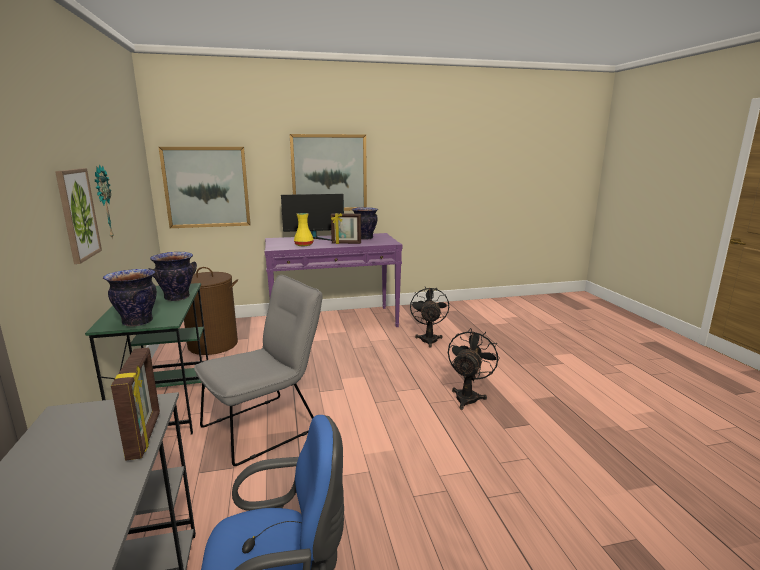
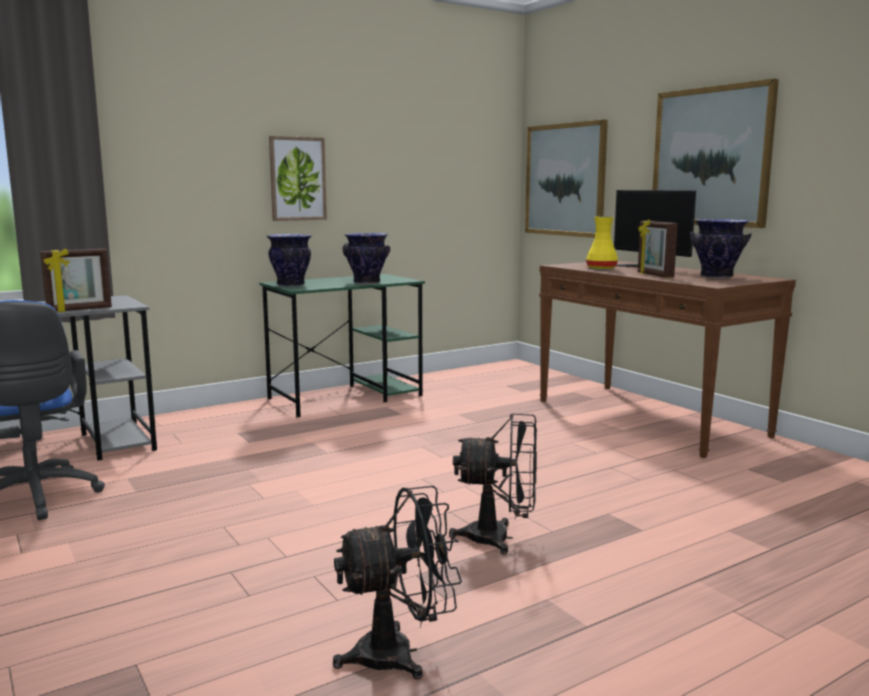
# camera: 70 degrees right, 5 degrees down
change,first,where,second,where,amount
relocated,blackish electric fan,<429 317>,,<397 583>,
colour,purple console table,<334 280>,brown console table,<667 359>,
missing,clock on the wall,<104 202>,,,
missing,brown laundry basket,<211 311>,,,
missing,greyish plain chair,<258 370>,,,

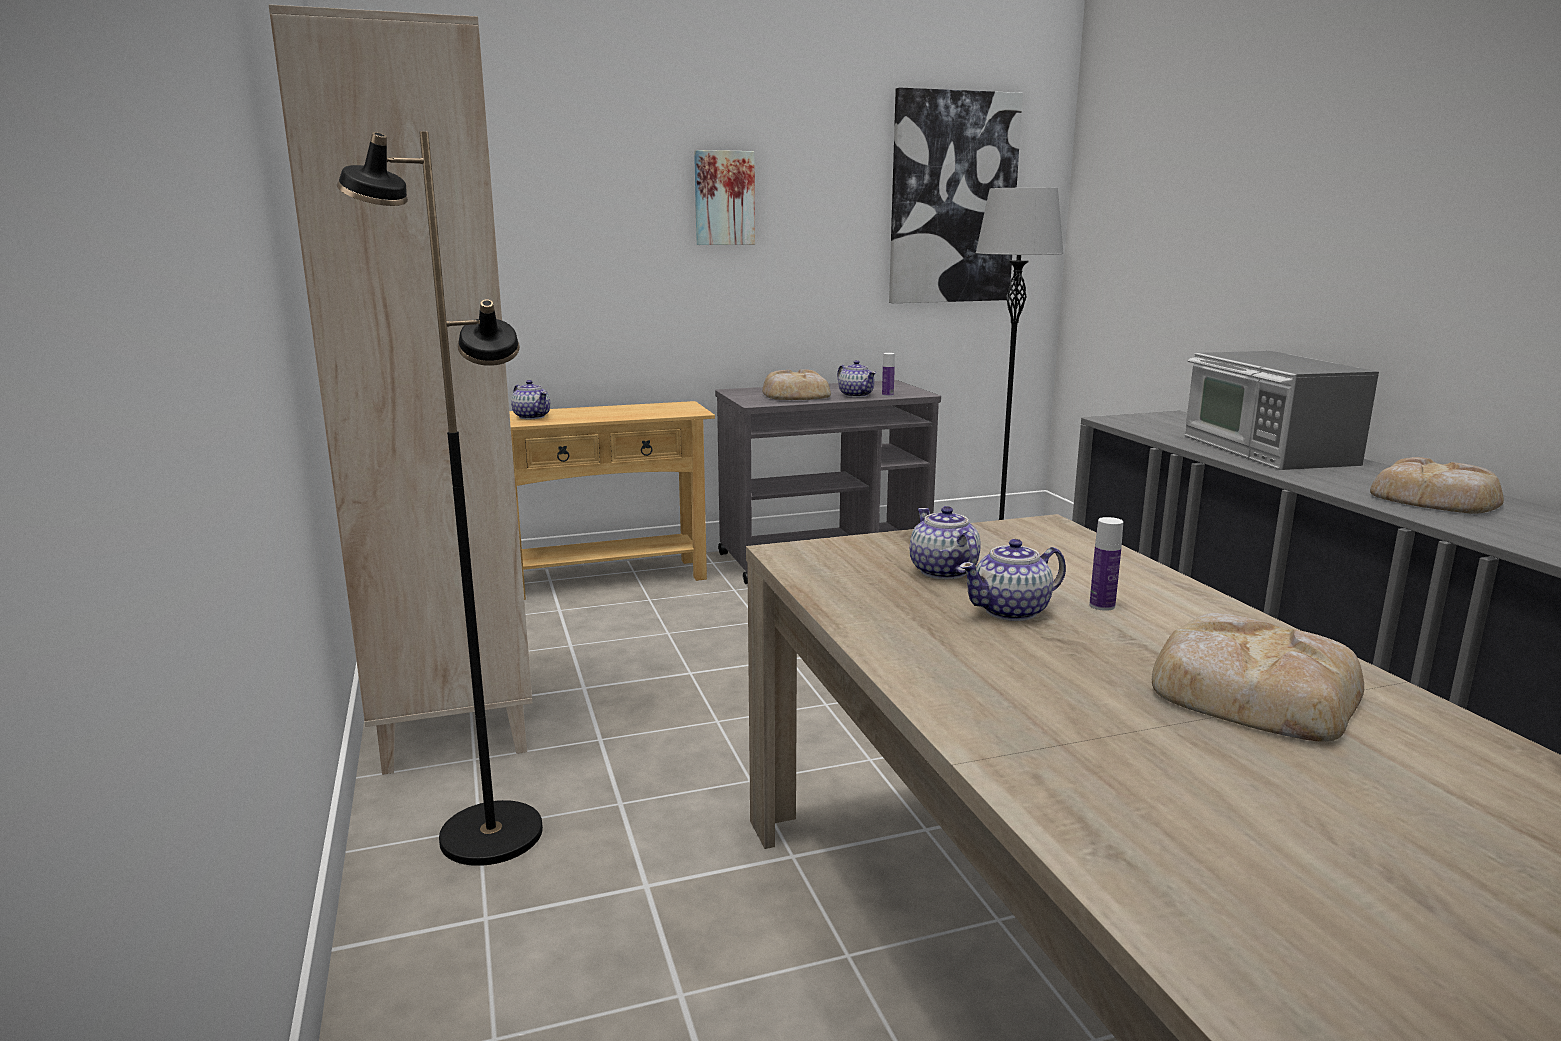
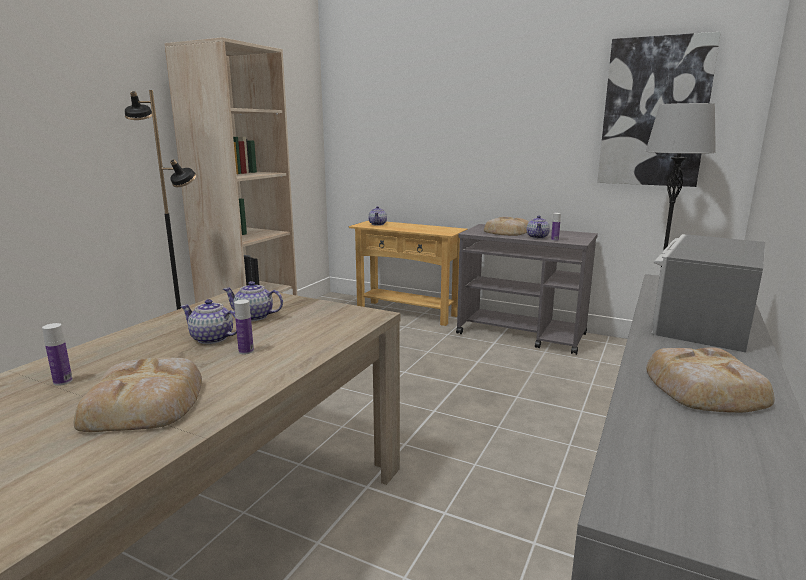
# camera: 45 degrees right, 0 degrees up
change,first,where,second,where,amount
appeared,,,drink bottle,<57 354>,
spun,teapot,<945 543>,,<253 301>,105 degrees counterclockwise
missing,wall art,<724 197>,,,

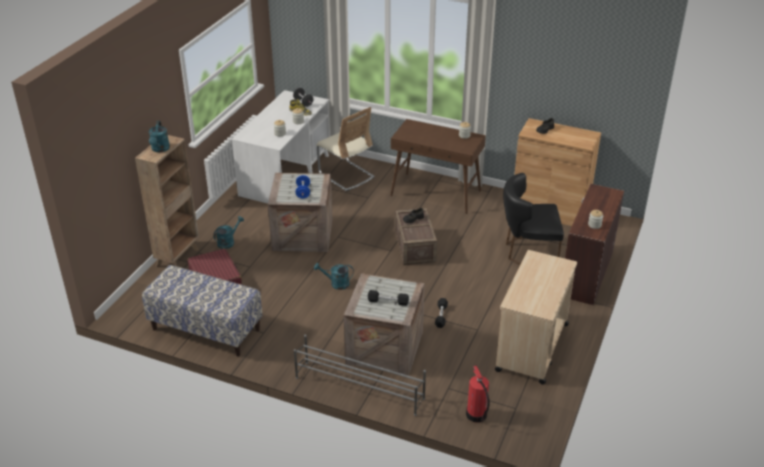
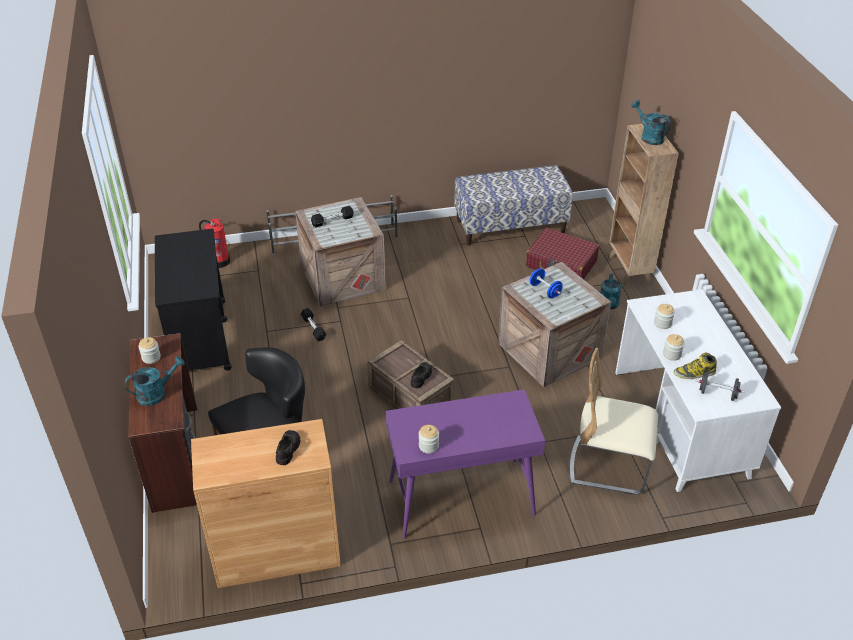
# camera: 145 degrees right, 5 degrees up
change,first,where,second,where,amount
relocated,turquoise sprinkling can,<334 276>,,<155 381>,
colour,beige-coloured cart,<536 317>,blackish cart,<193 300>,
colour,brown console table,<438 166>,purple console table,<465 464>,

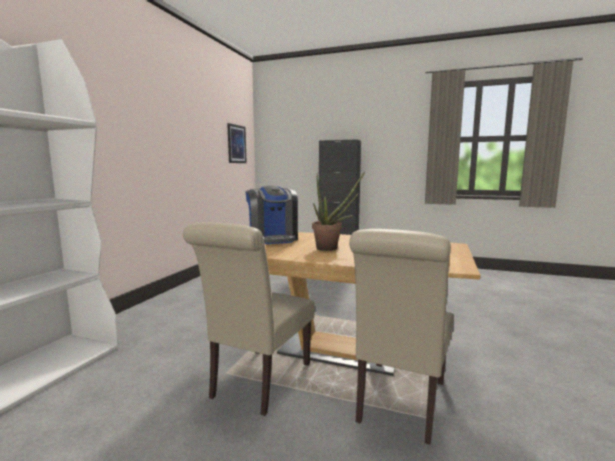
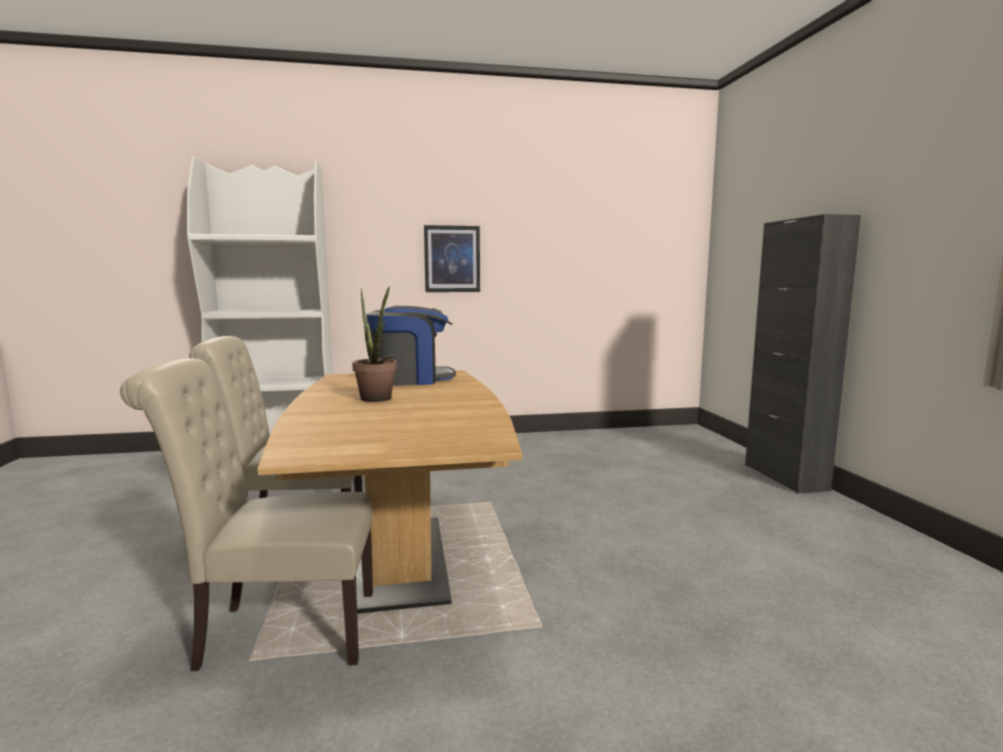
# camera: 60 degrees right, 0 degrees up
change,first,where,second,where,amount
spun,coffee machine,<271 214>,,<411 346>,150 degrees counterclockwise
relocated,wall art,<237 143>,,<452 258>,

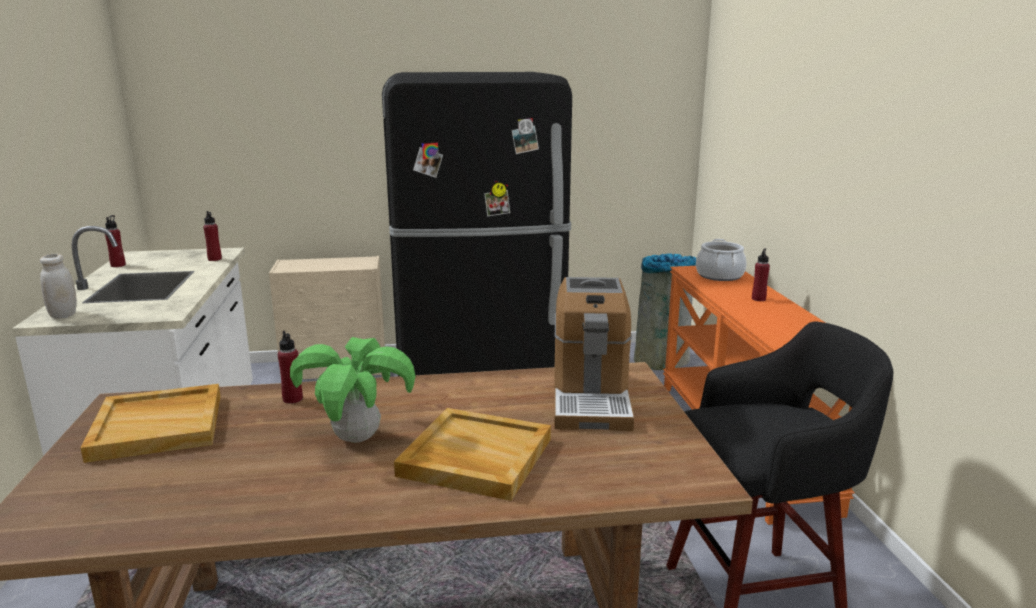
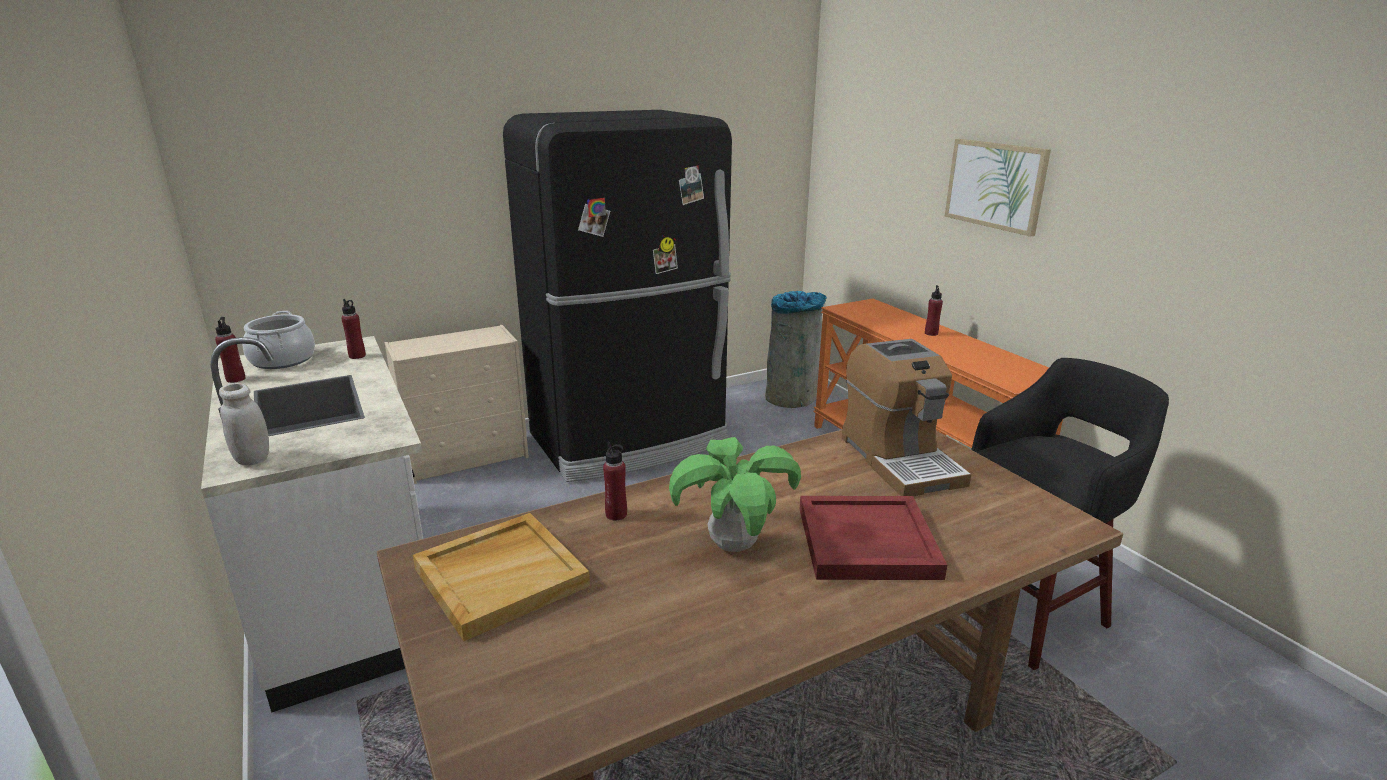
# camera: 20 degrees left, 5 degrees up
change,first,where,second,where,amount
relocated,saucepot,<721 260>,,<278 340>,
colour,beige-coloured carrying tray,<472 454>,red carrying tray,<873 538>,
appeared,,,wall art,<998 188>,

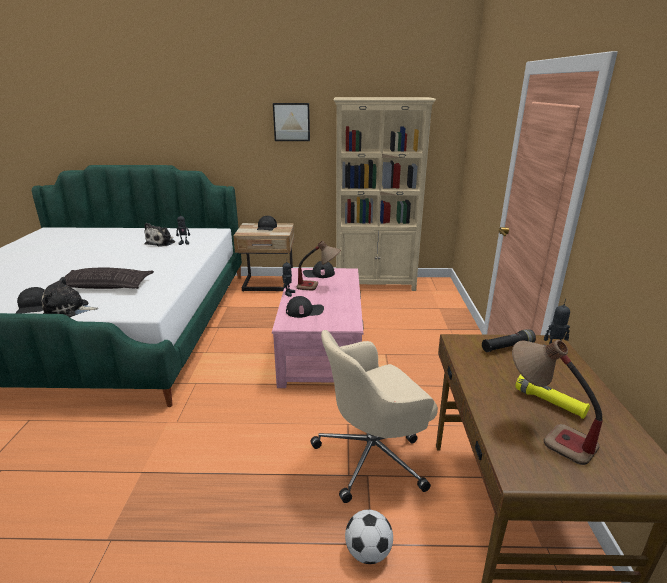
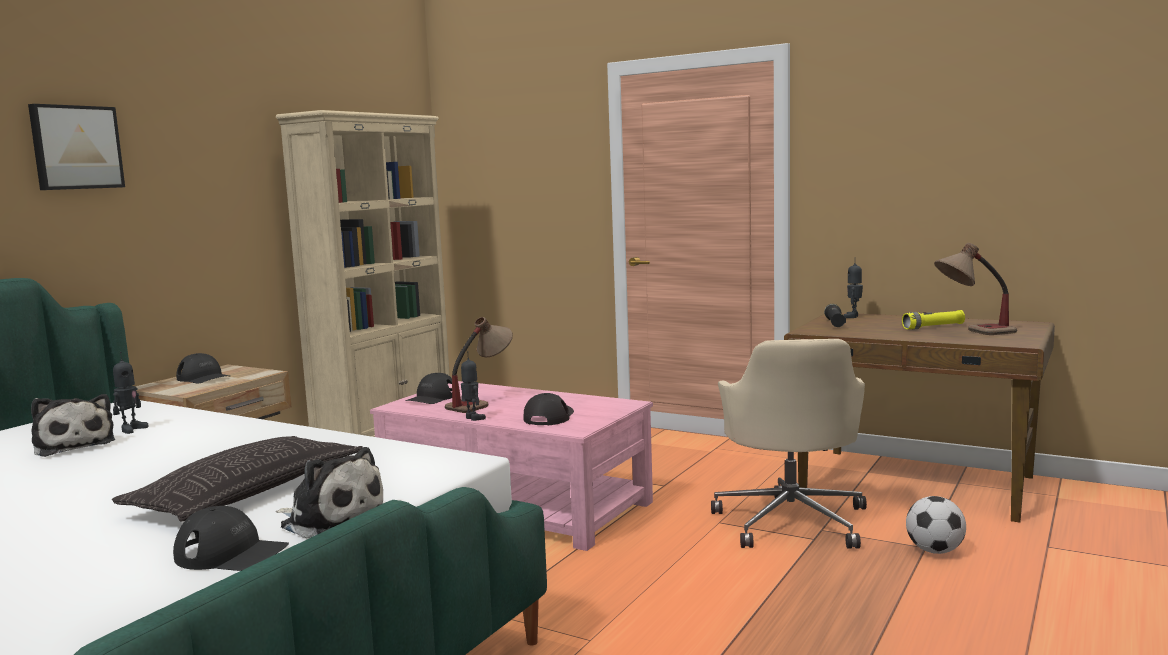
# camera: 60 degrees left, 15 degrees down
change,first,where,second,where,amount
relocated,wall art,<291 122>,,<76 147>,
spun,soft toy,<69 297>,,<329 492>,90 degrees counterclockwise

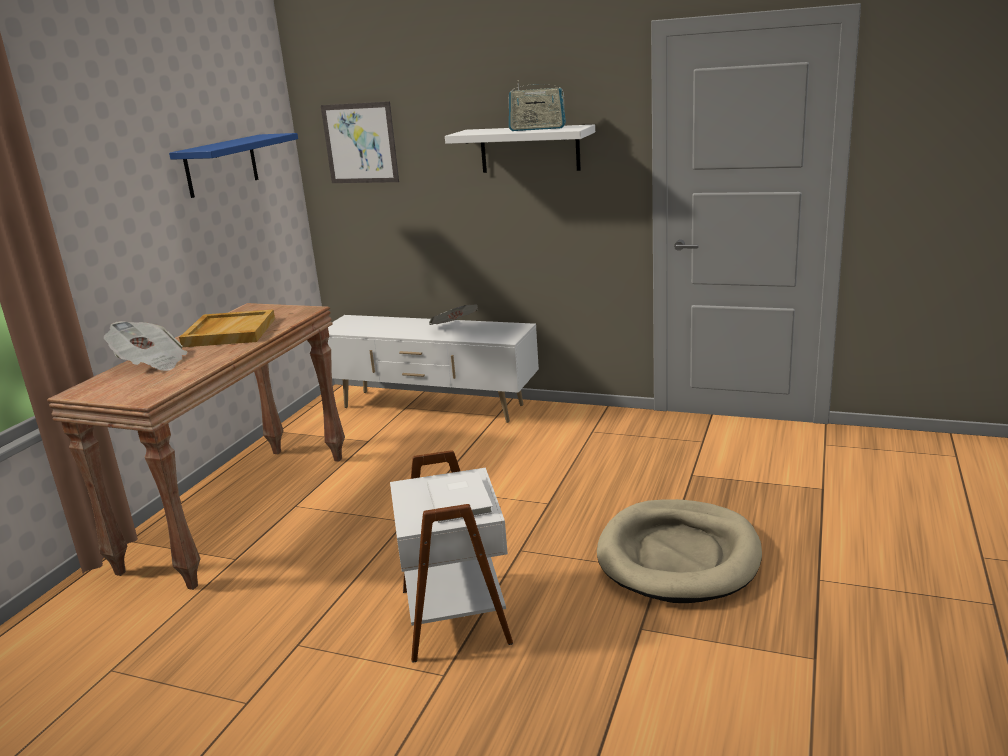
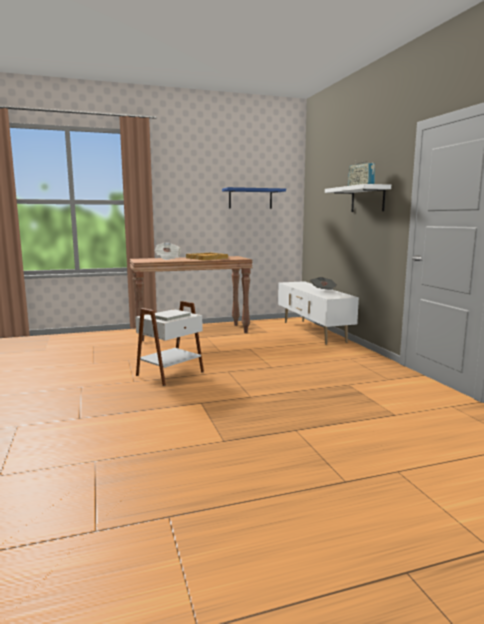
# camera: 50 degrees right, 10 degrees down
change,first,where,second,where,amount
missing,wall art,<360 142>,,,
missing,beige-coloured dog bed,<679 551>,,,

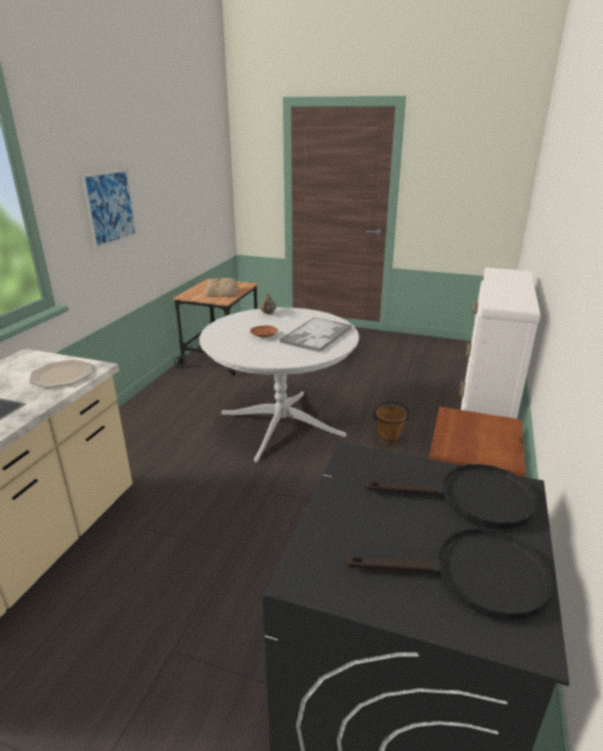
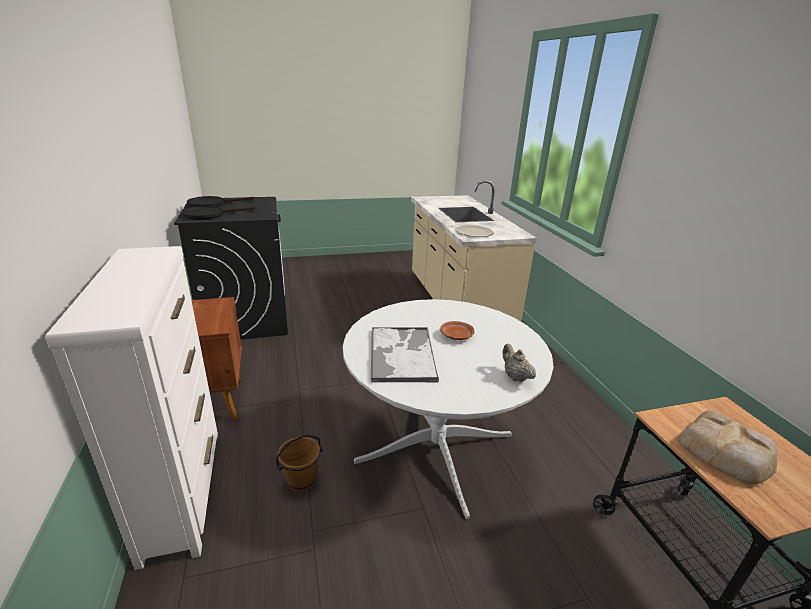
# camera: 145 degrees right, 0 degrees up
change,first,where,second,where,amount
missing,wall art,<109 209>,,,

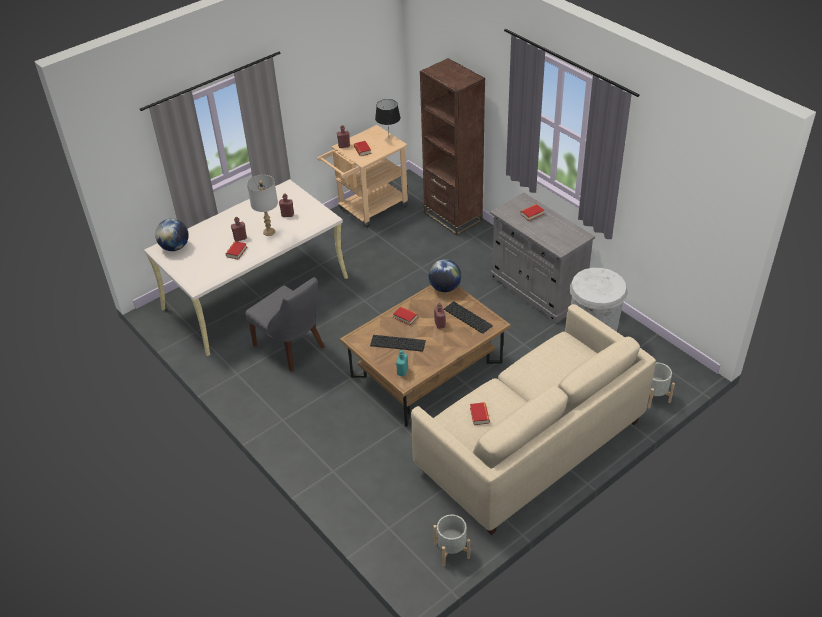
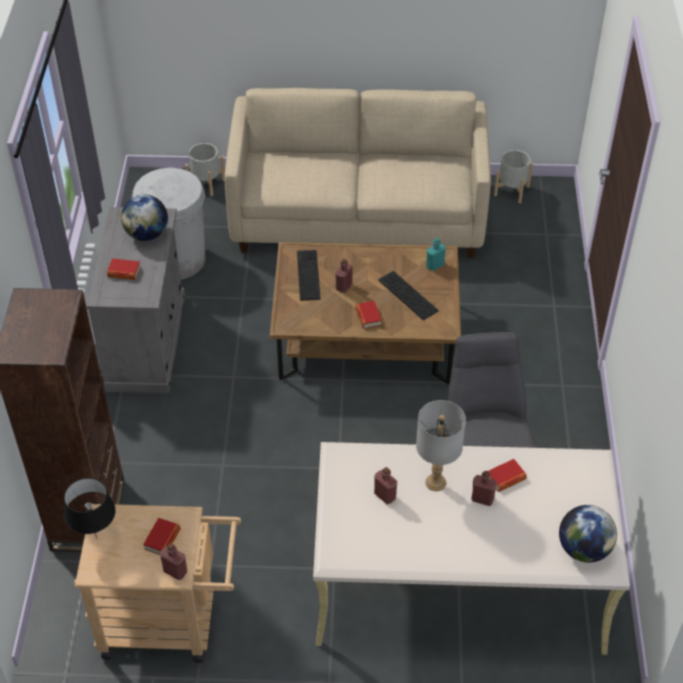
# camera: 140 degrees left, 5 degrees up
change,first,where,second,where,amount
relocated,world globe,<444 275>,,<144 217>,
missing,volume,<480 413>,,,

